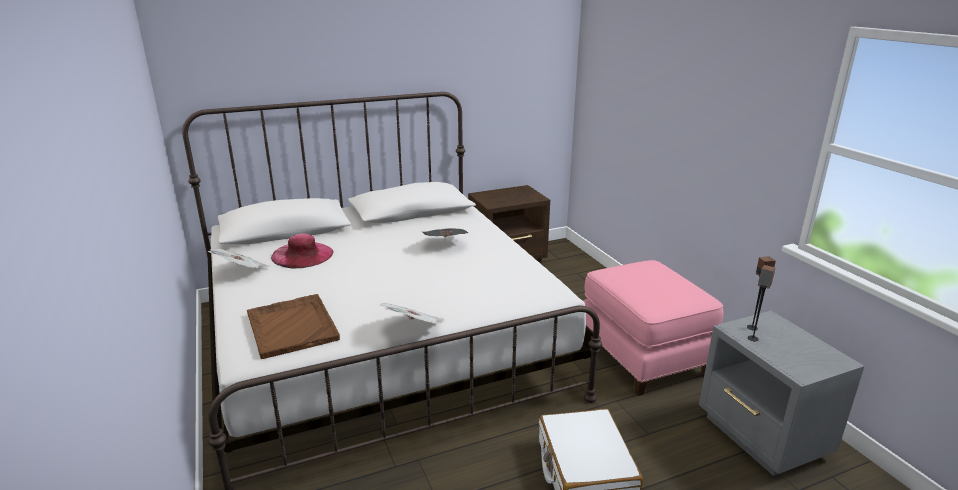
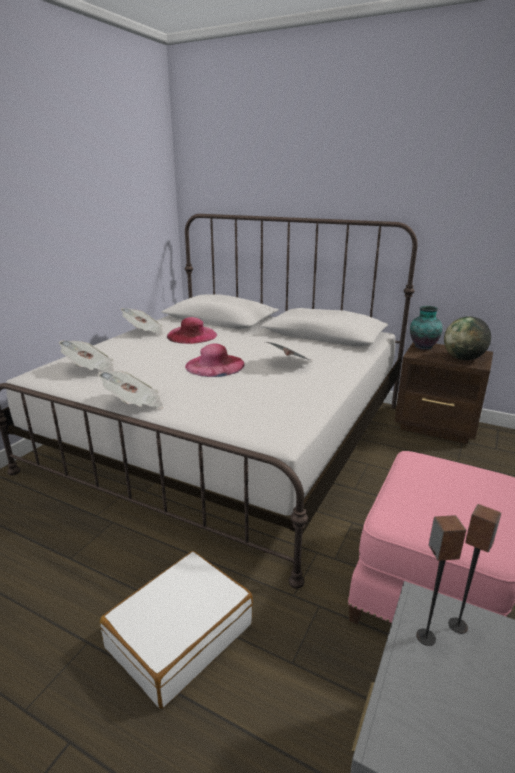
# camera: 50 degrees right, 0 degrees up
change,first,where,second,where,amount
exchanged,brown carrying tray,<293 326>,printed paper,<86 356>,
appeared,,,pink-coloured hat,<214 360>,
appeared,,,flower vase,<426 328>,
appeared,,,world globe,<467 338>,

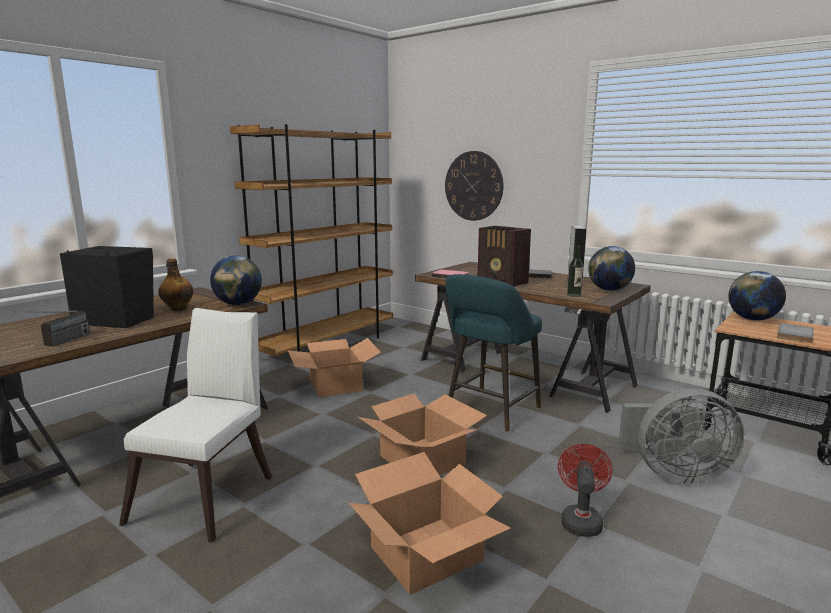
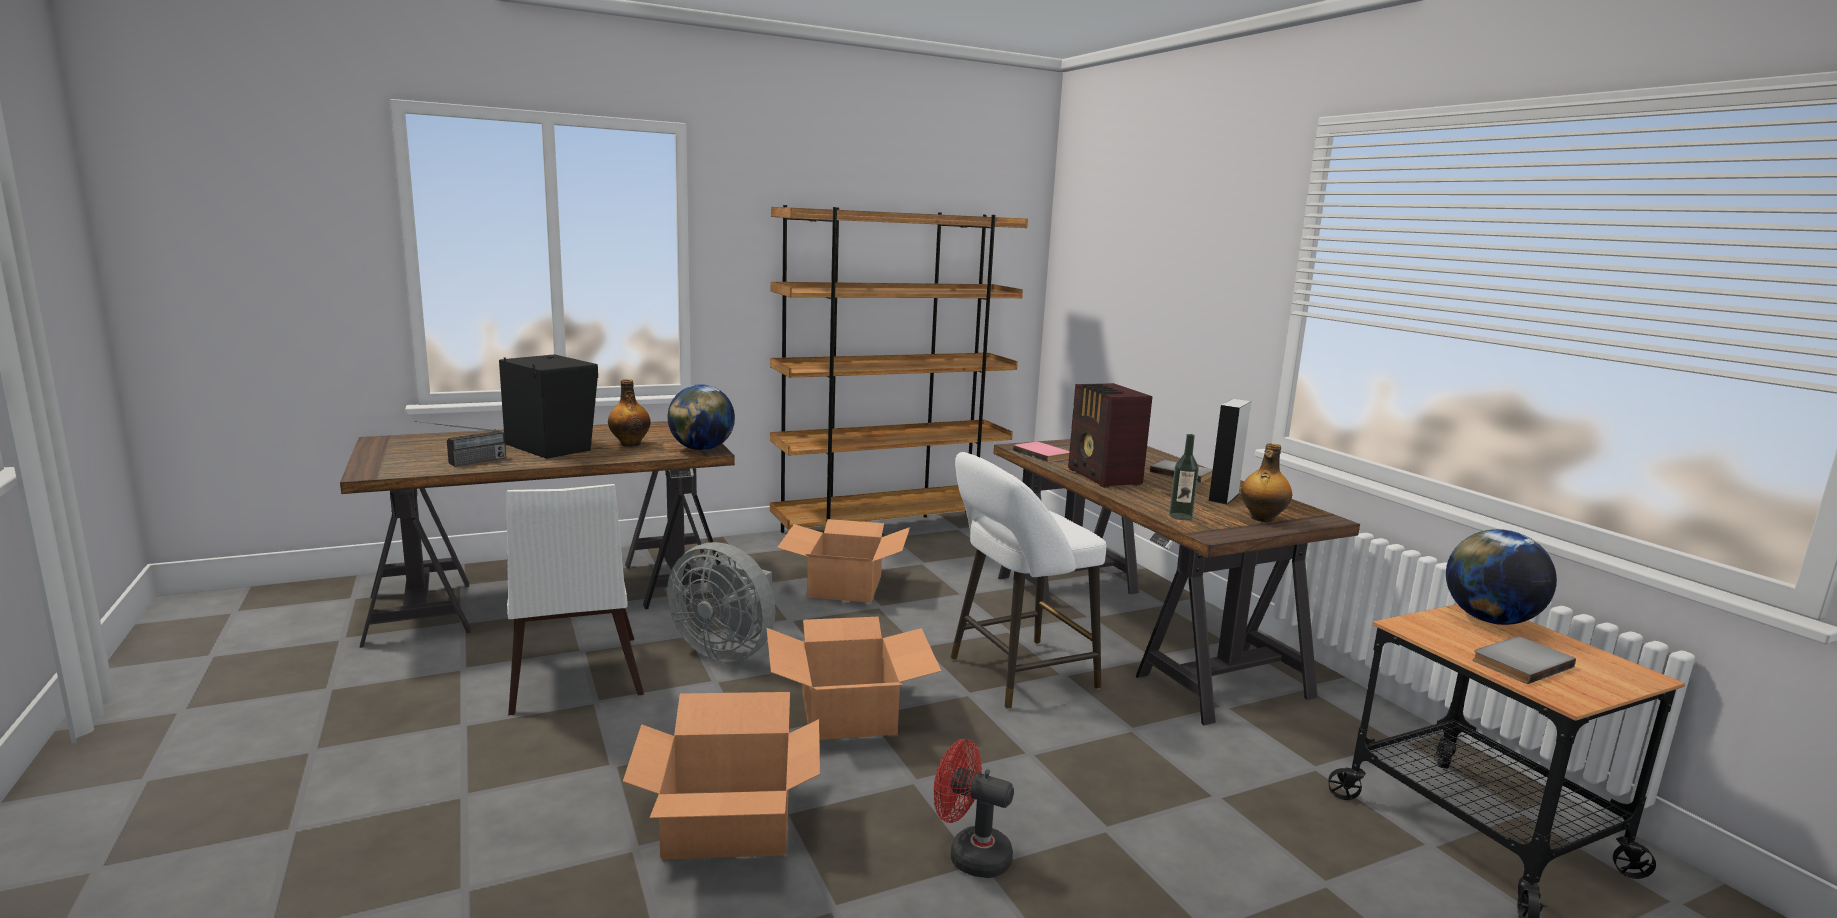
# camera: 25 degrees right, 0 degrees up
change,first,where,second,where,amount
spun,whitish plain chair,<195 425>,,<575 599>,120 degrees clockwise
relocated,greyish electric fan,<681 436>,,<721 602>,
spun,red electric fan,<585 490>,,<974 808>,105 degrees counterclockwise
colour,turquoise stool,<494 353>,whitish stool,<1028 580>,
exchanged,world globe,<611 268>,drink bottle,<1266 482>,
missing,clock on the wall,<474 186>,,,

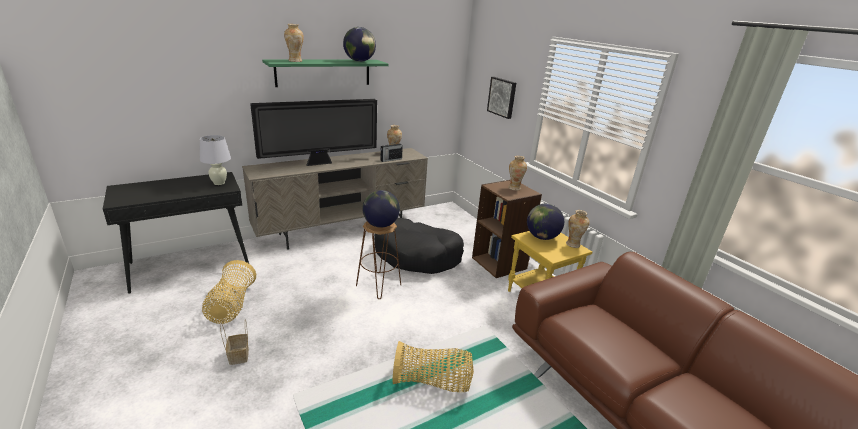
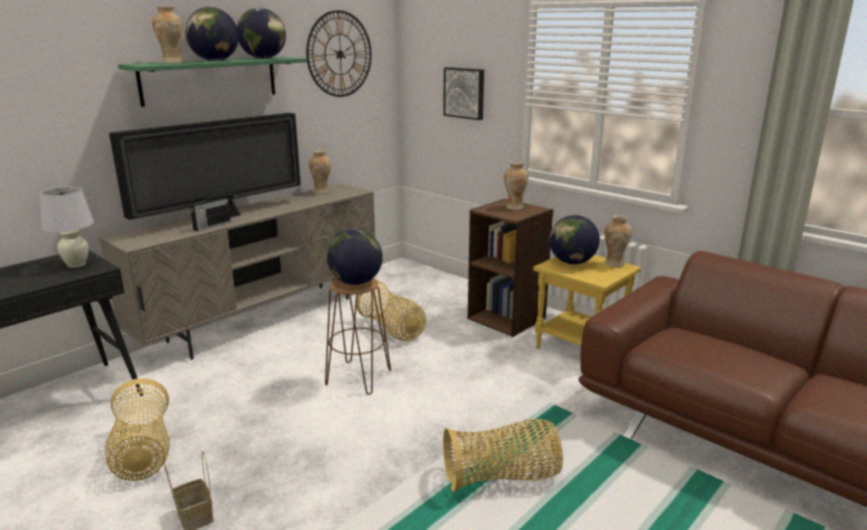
# camera: 15 degrees left, 5 degrees down
change,first,where,second,where,amount
appeared,,,world globe,<212 34>,
relocated,radio,<391 151>,,<210 212>,
appeared,,,clock on the wall,<339 53>,
exchanged,blackish dog bed,<419 245>,household basket,<391 311>,

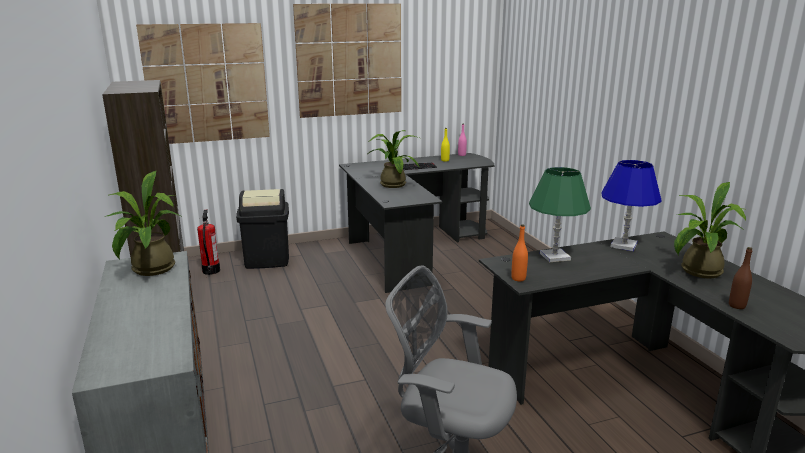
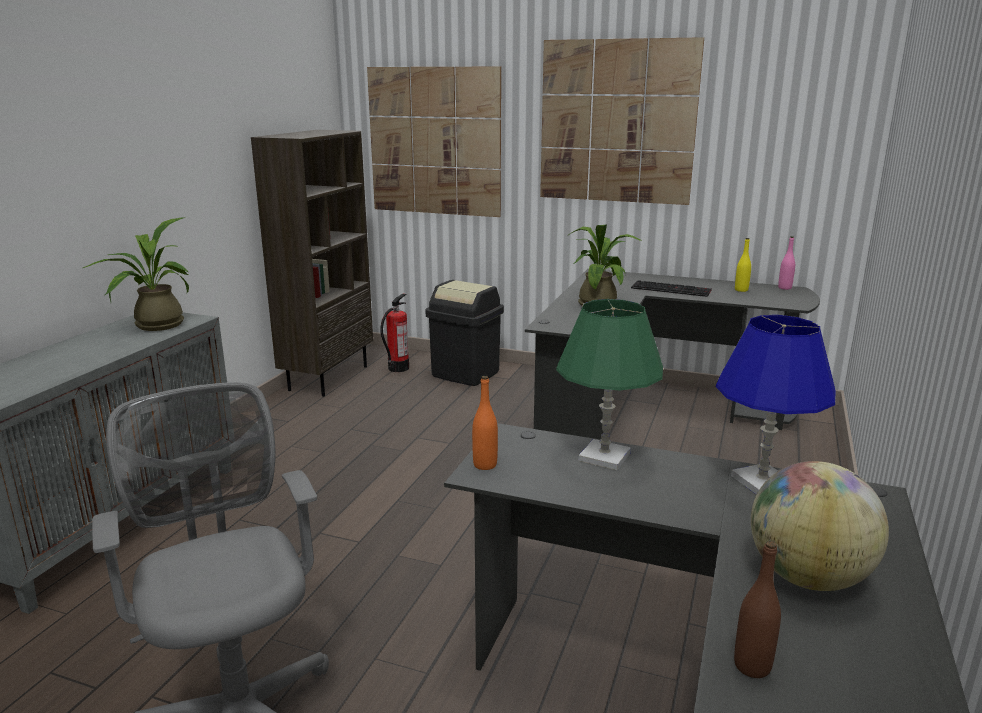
# camera: 40 degrees right, 0 degrees up
change,first,where,second,where,amount
exchanged,plant in a pot,<710 230>,world globe,<820 526>,

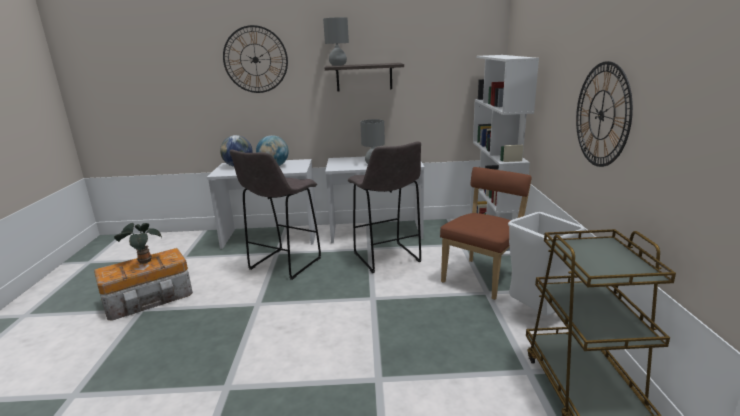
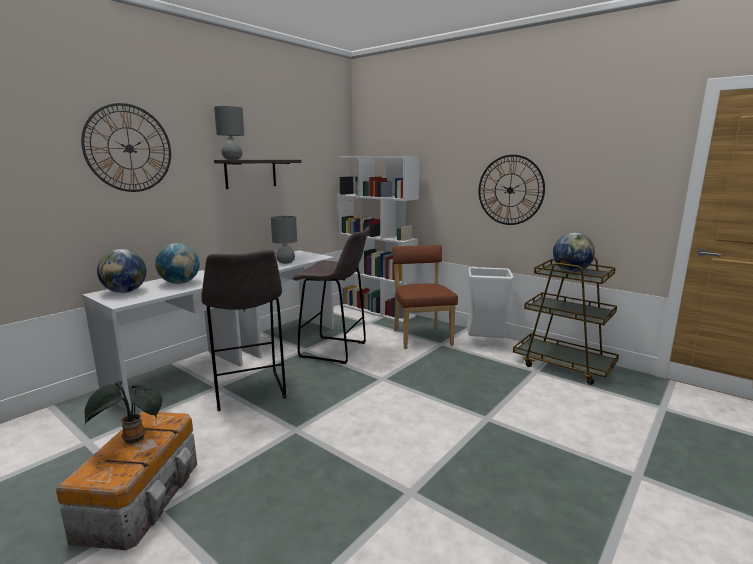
# camera: 50 degrees left, 5 degrees down
change,first,where,second,where,amount
appeared,,,world globe,<574 252>,

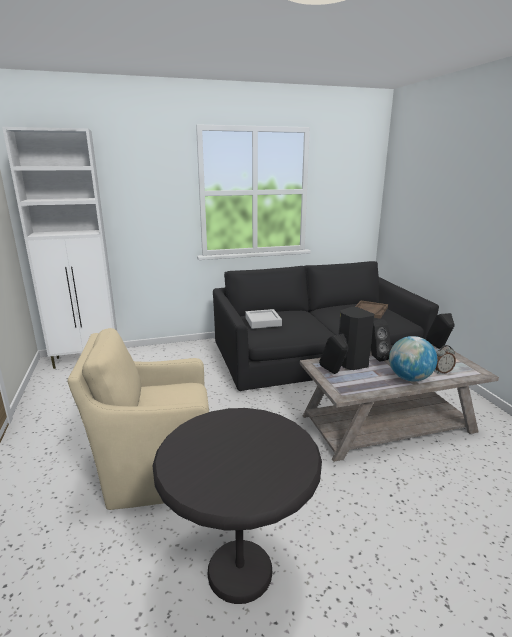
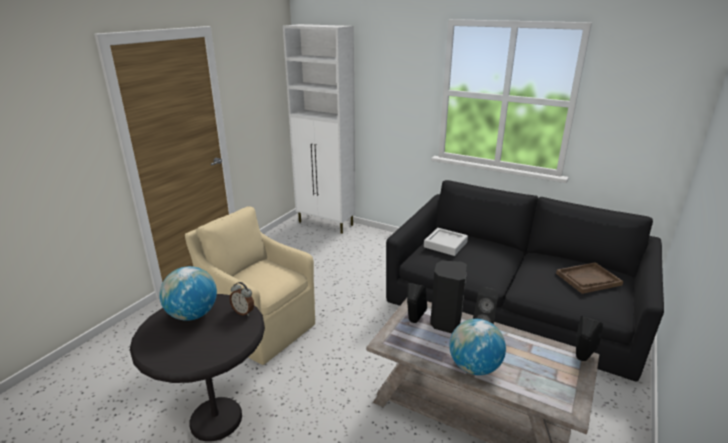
# camera: 45 degrees right, 5 degrees up
change,first,where,second,where,amount
appeared,,,world globe,<188 293>,
relocated,alarm clock,<445 359>,,<242 299>,

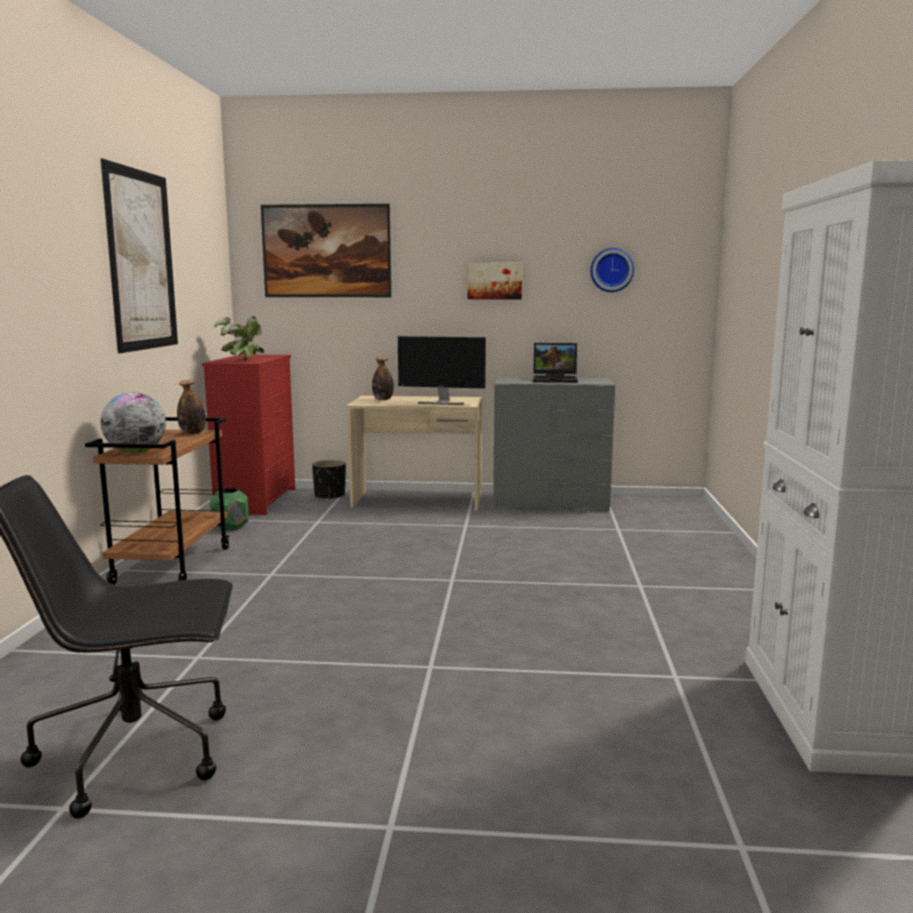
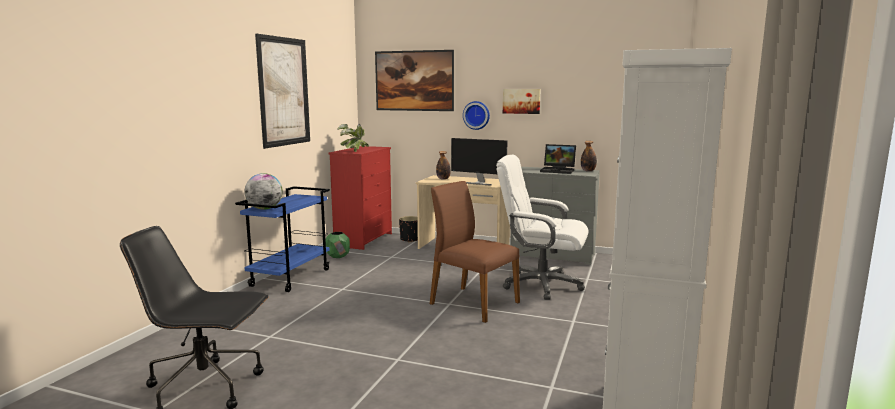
# camera: 15 degrees right, 0 degrees up
change,first,where,second,where,amount
colour,brown cart,<157 501>,bluish cart,<282 239>,
appeared,,,brown plain chair,<475 252>,
relocated,clock on the wall,<612 270>,,<476 115>,
appeared,,,whitish office chair,<542 227>,
relocated,drink bottle,<191 407>,,<589 156>,

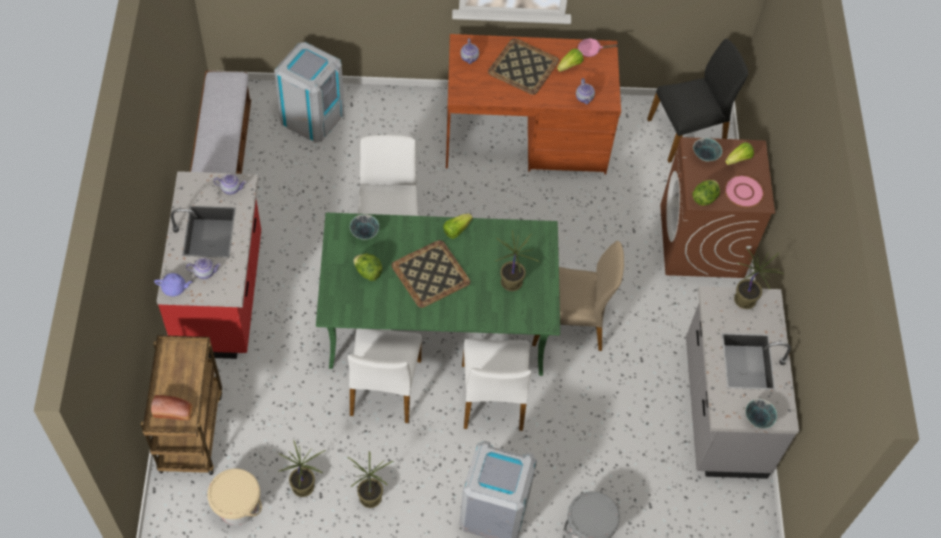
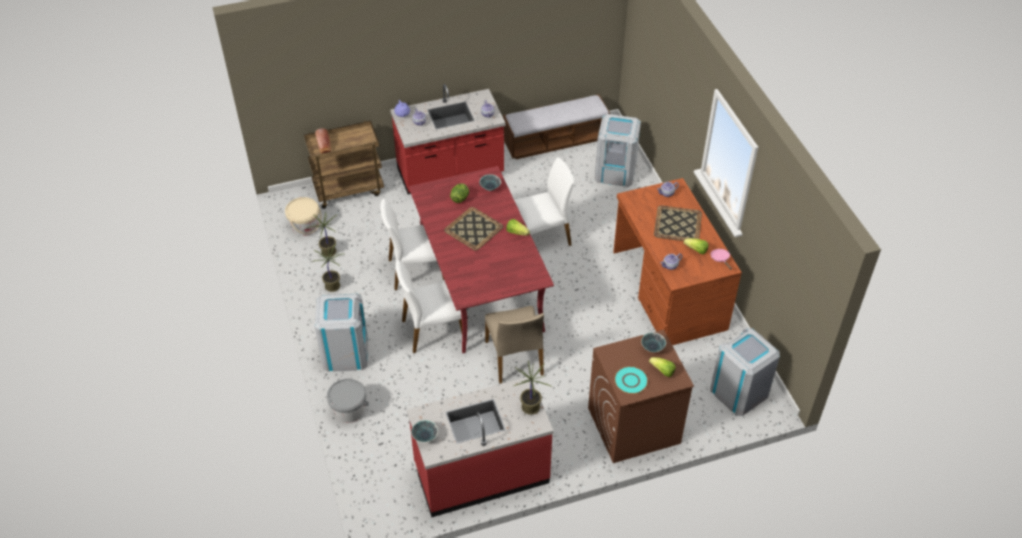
# camera: 75 degrees right, 10 degrees down
change,first,where,second,where,amount
colour,greyish kitchen counter,<742 382>,red kitchen counter,<480 446>,
colour,green kitchen table,<438 294>,red kitchen table,<481 259>,
colour,pink-coloured plate,<744 191>,turquoise plate,<631 380>,
exchanged,blackish plain chair,<697 101>,greyish rubbish bin,<745 372>,
missing,plant in a pot,<517 260>,,,
missing,head of lettuce,<706 193>,,,

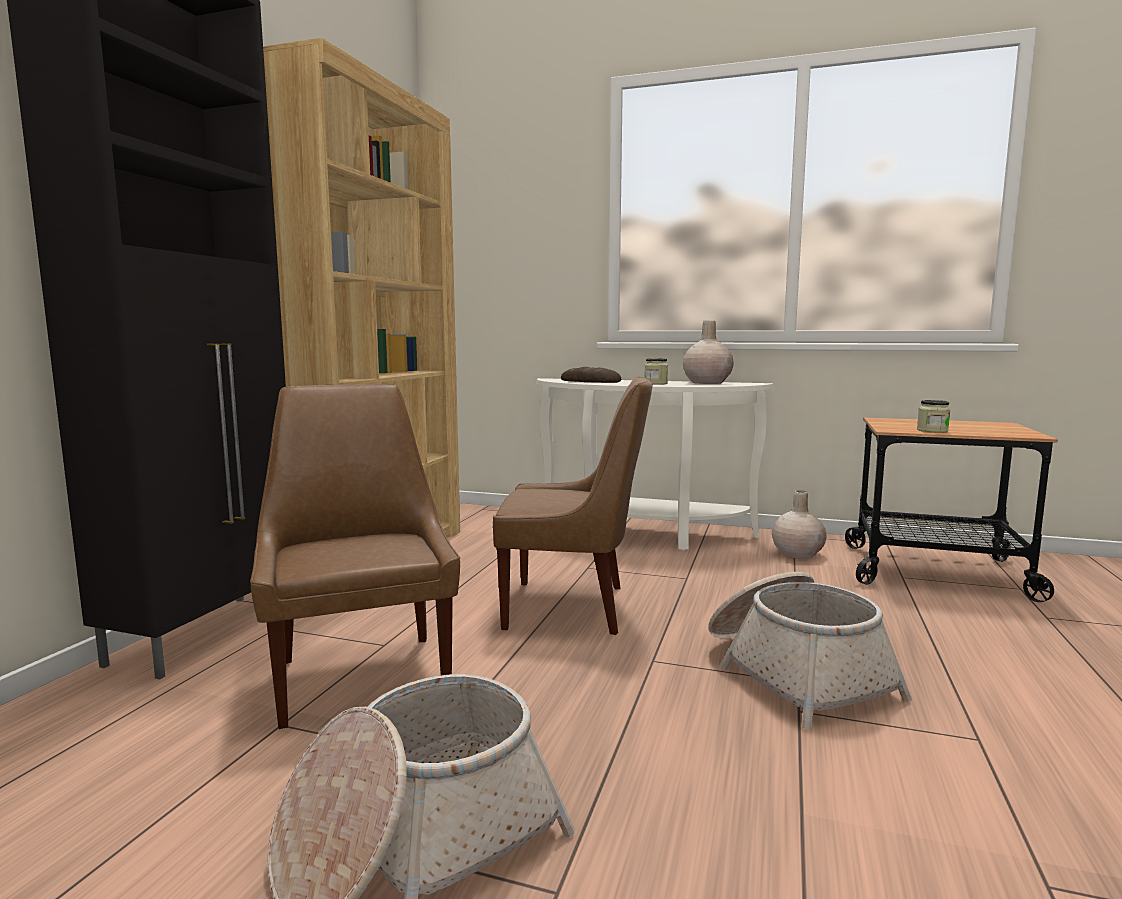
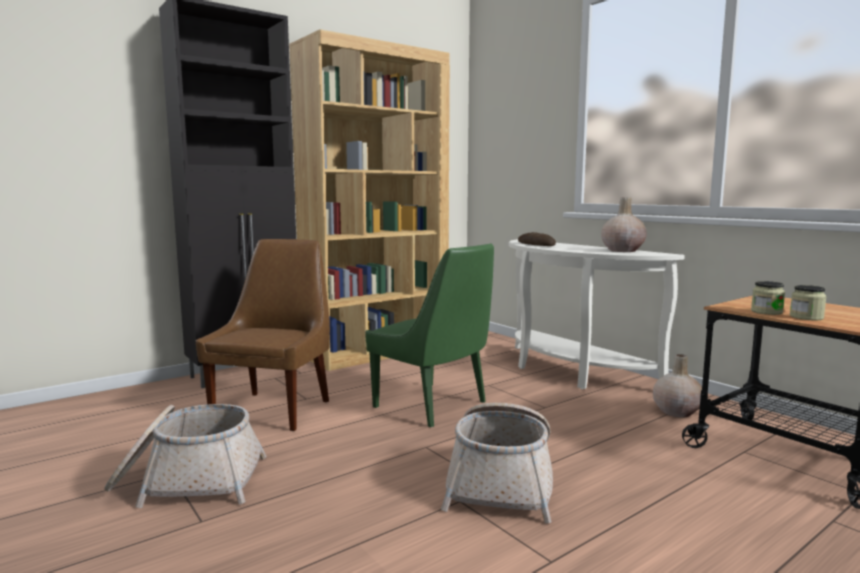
# camera: 35 degrees right, 0 degrees up
change,first,where,second,where,amount
colour,brown plain chair,<573 506>,green plain chair,<429 335>,
relocated,jar,<656 371>,,<808 302>,

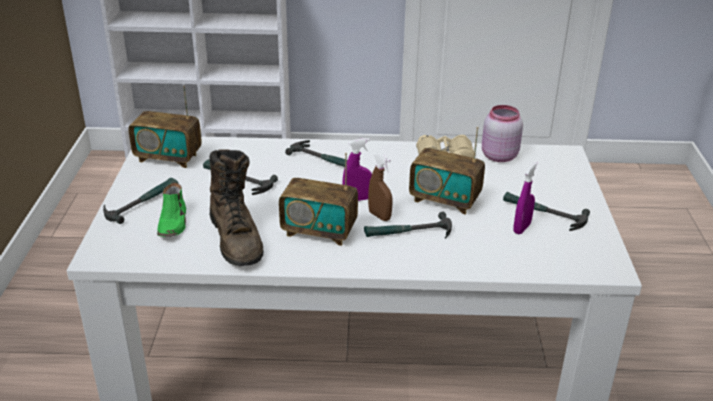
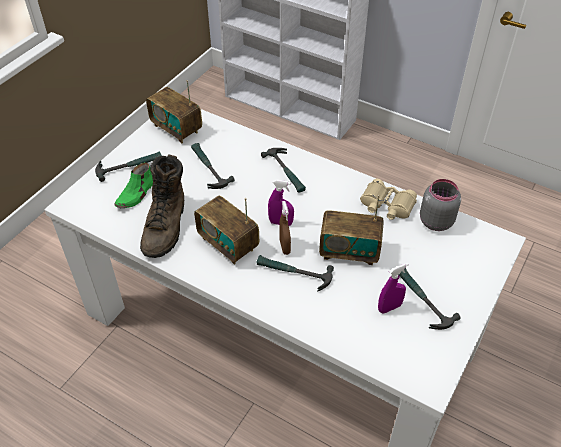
# camera: 30 degrees right, 15 degrees up
change,first,where,second,where,amount
spun,radio,<447 171>,,<351 230>,45 degrees counterclockwise
colour,pink-coloured jar,<502 133>,greyish jar,<440 205>,

